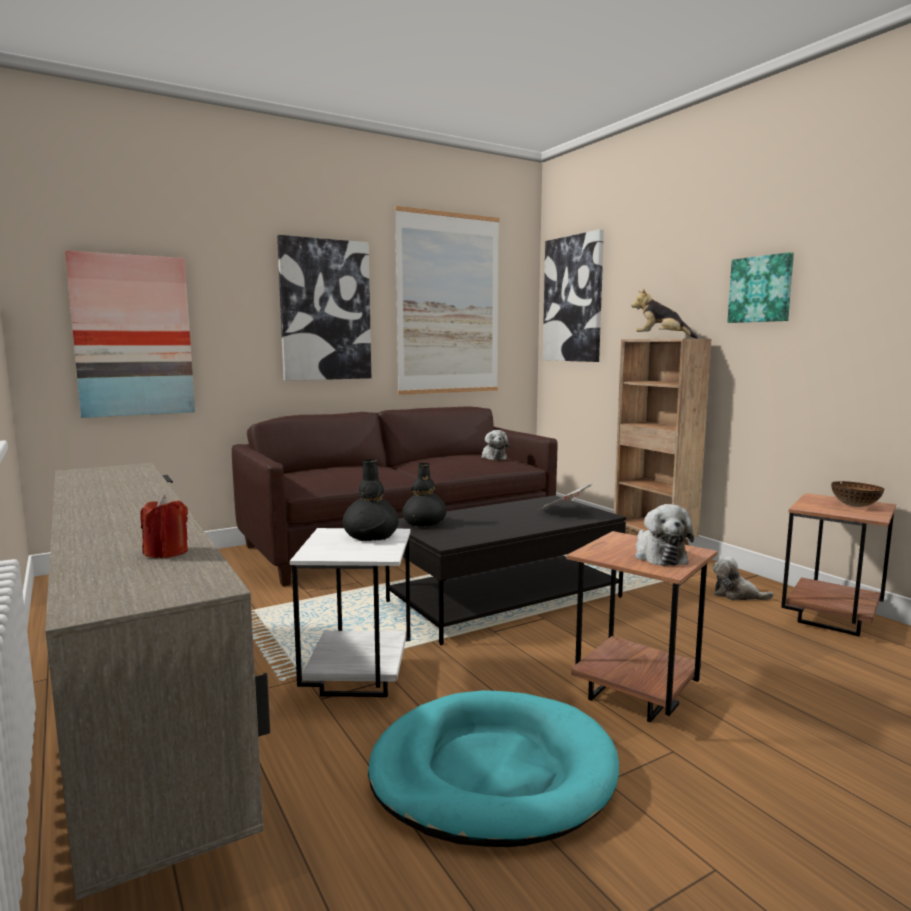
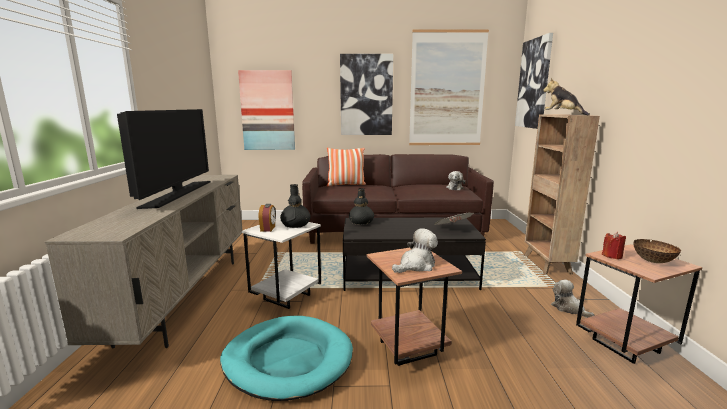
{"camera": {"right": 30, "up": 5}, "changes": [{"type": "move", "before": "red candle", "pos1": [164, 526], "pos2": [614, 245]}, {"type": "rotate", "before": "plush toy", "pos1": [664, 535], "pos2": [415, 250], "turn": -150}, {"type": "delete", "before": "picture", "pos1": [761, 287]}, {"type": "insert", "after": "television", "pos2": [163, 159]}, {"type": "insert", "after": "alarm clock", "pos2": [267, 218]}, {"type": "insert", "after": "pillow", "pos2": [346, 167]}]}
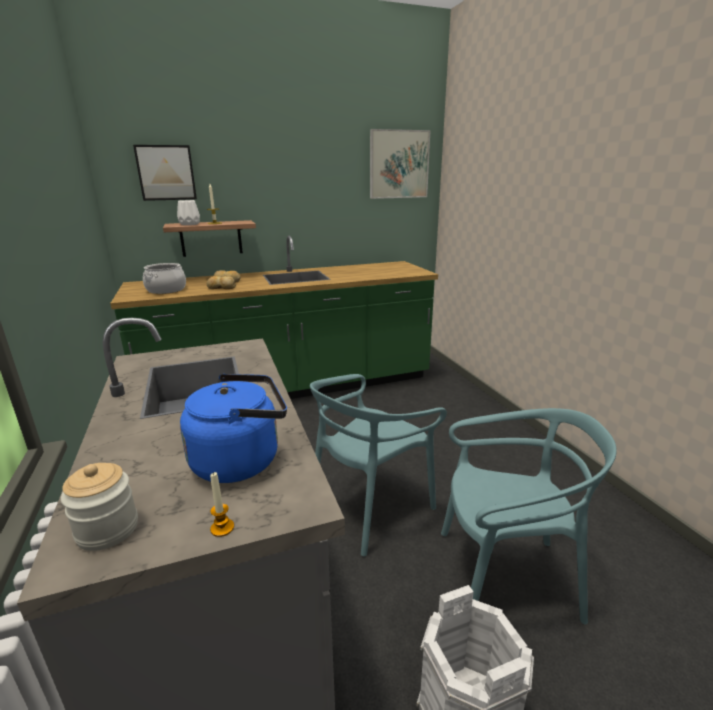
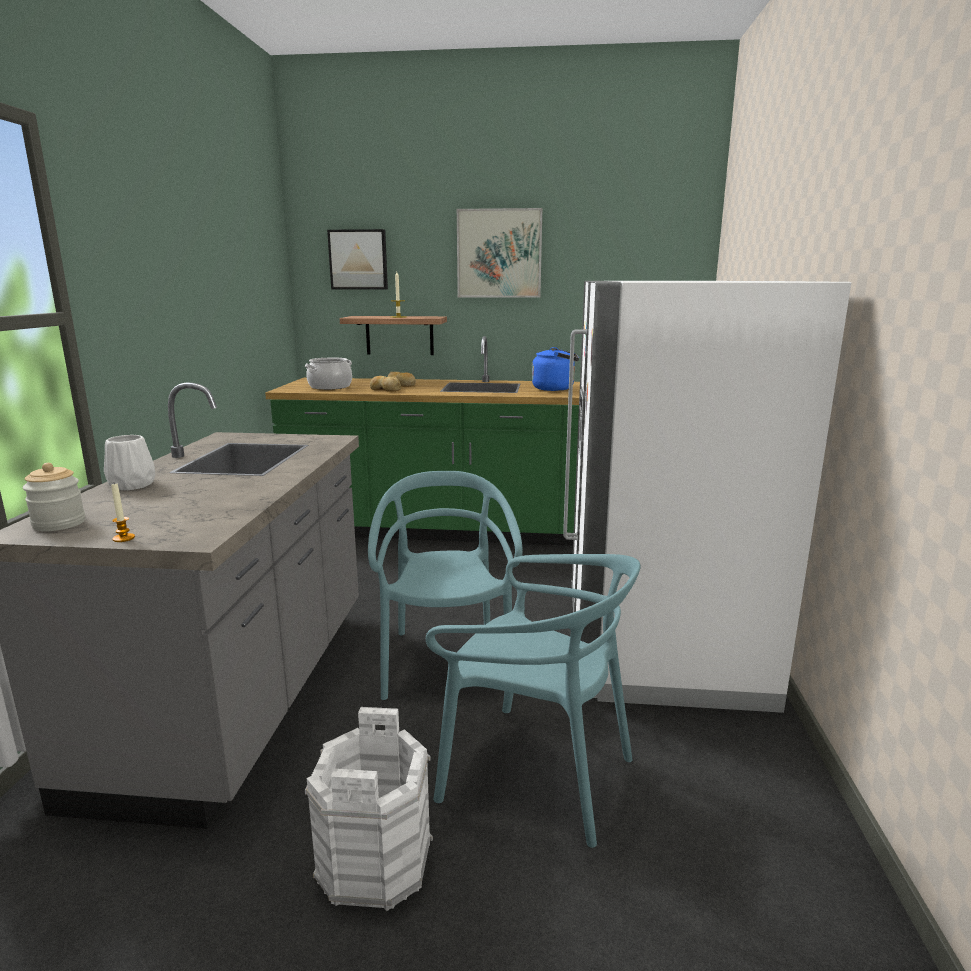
{"camera": {"right": 25, "up": -5}, "changes": [{"type": "move", "before": "white vase", "pos1": [188, 212], "pos2": [129, 462]}, {"type": "move", "before": "blue kettle", "pos1": [233, 428], "pos2": [555, 369]}, {"type": "rotate", "before": "turquoise chair", "pos1": [378, 465], "pos2": [445, 585], "turn": 105}, {"type": "move", "before": "picture", "pos1": [400, 164], "pos2": [500, 253]}, {"type": "insert", "after": "white fridge", "pos2": [707, 497]}]}
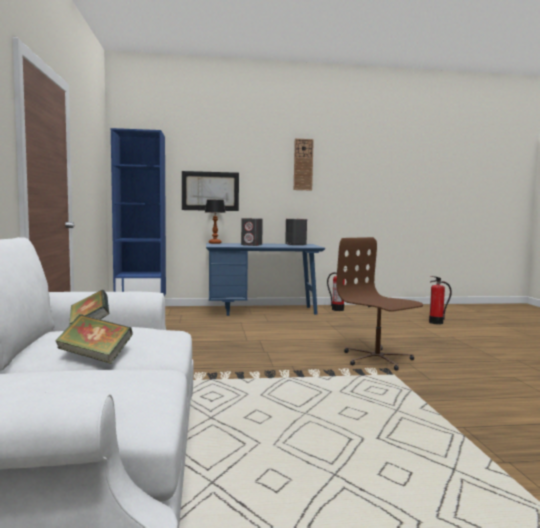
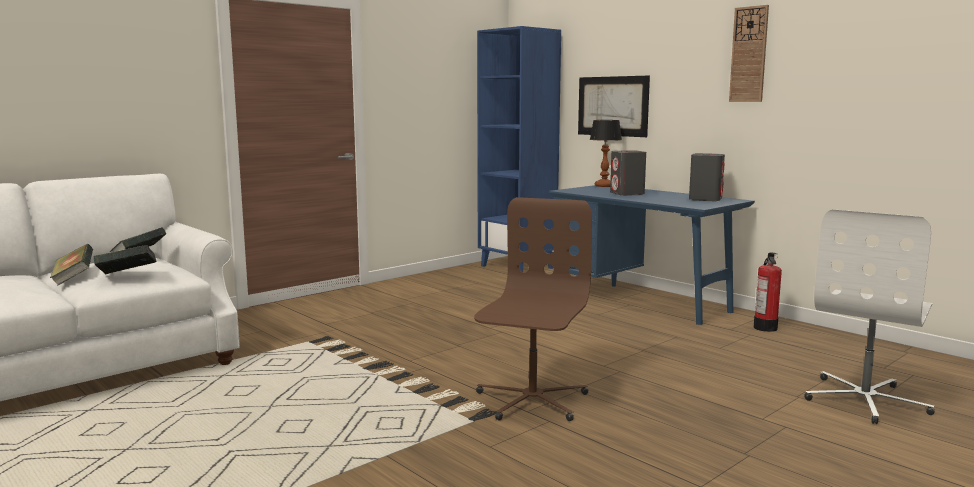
{"camera": {"right": 55, "up": 5}, "changes": [{"type": "replace", "before": "fire extinguisher", "after": "white office chair", "pos1": [440, 300], "pos2": [869, 316]}, {"type": "insert", "after": "book", "pos2": [124, 260]}]}
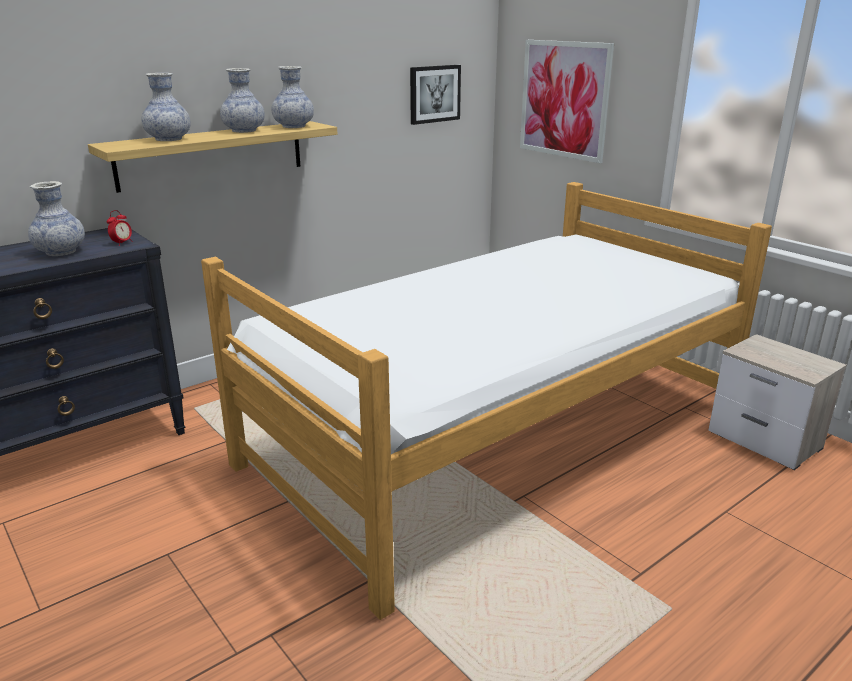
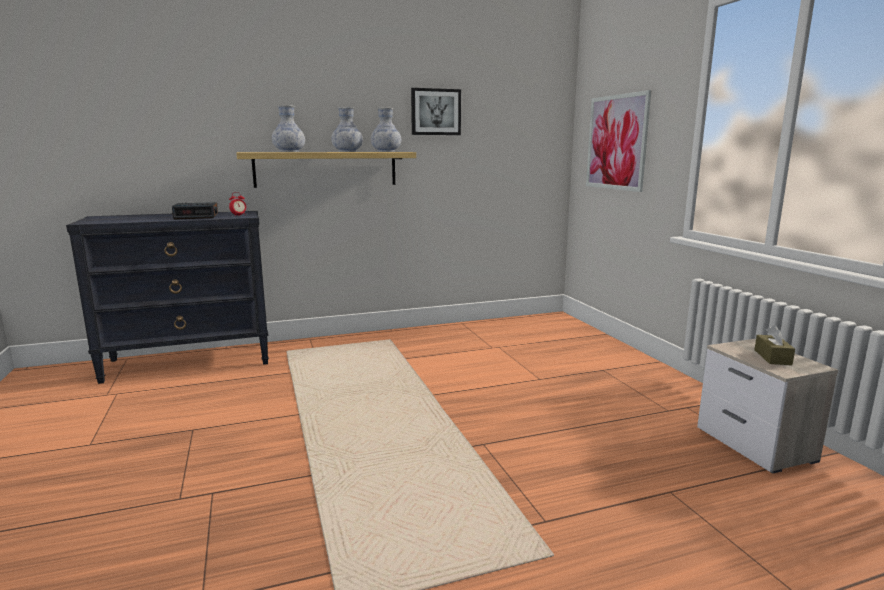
{"camera": {"right": 20, "up": -10}, "changes": [{"type": "replace", "before": "vase", "after": "alarm clock", "pos1": [56, 218], "pos2": [195, 210]}, {"type": "delete", "before": "bed", "pos1": [486, 401]}, {"type": "move", "before": "picture", "pos1": [435, 95], "pos2": [436, 111]}, {"type": "insert", "after": "brown tissue box", "pos2": [774, 345]}]}
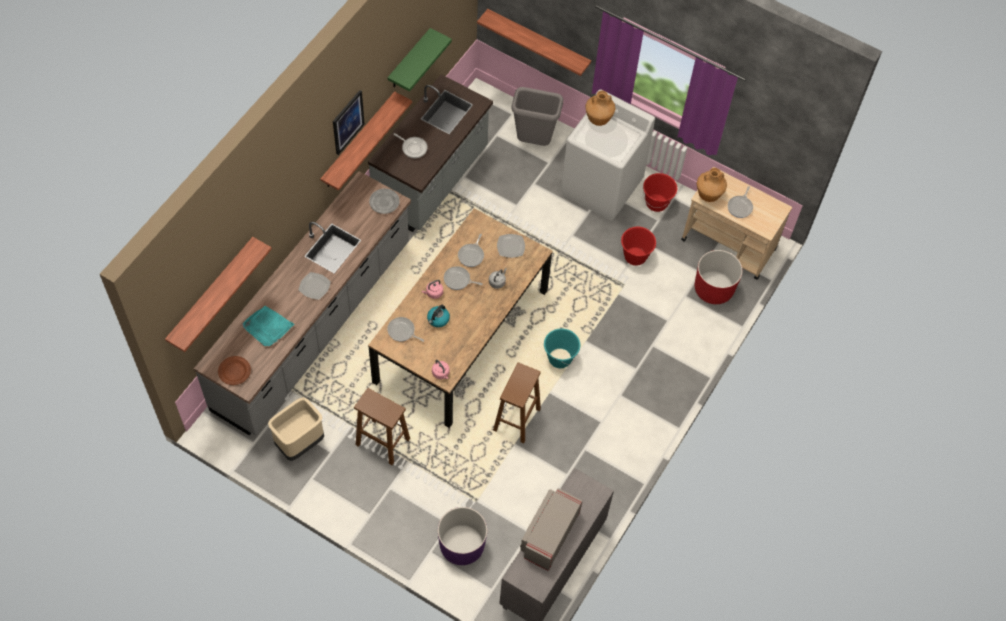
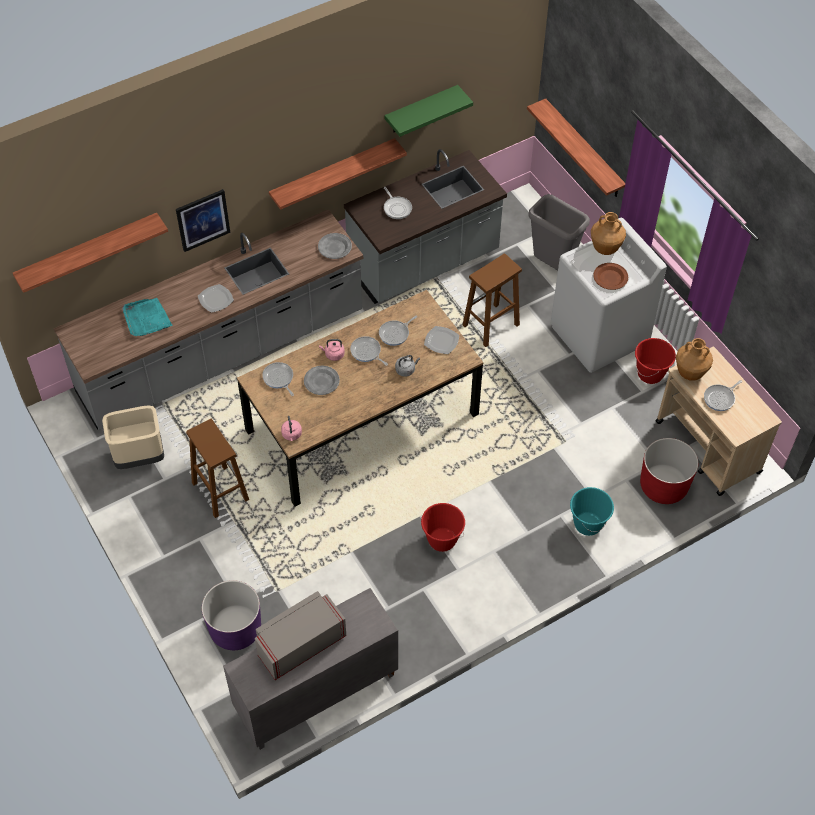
{"camera": {"right": 30, "up": -5}, "changes": [{"type": "move", "before": "brown plate", "pos1": [234, 370], "pos2": [610, 276]}, {"type": "move", "before": "picture", "pos1": [349, 122], "pos2": [203, 220]}, {"type": "replace", "before": "kettle", "after": "grey plate", "pos1": [438, 316], "pos2": [322, 380]}, {"type": "move", "before": "brown stool", "pos1": [517, 402], "pos2": [492, 300]}, {"type": "move", "before": "turquoise bucket", "pos1": [562, 348], "pos2": [592, 511]}, {"type": "move", "before": "red bucket", "pos1": [638, 246], "pos2": [443, 527]}]}
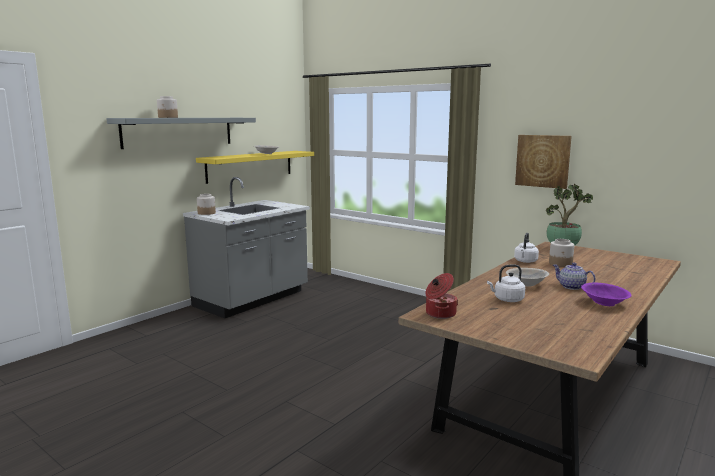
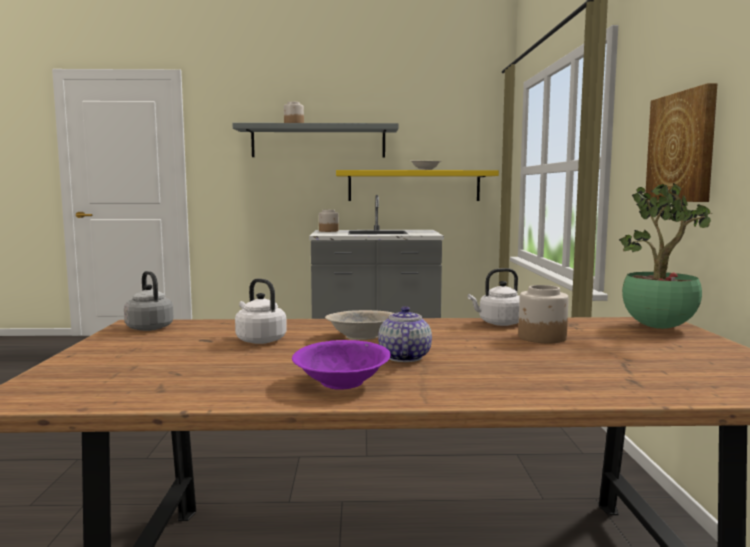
{"camera": {"right": 50, "up": -5}, "changes": [{"type": "replace", "before": "cooking pot", "after": "grey kettle", "pos1": [441, 296], "pos2": [149, 301]}]}
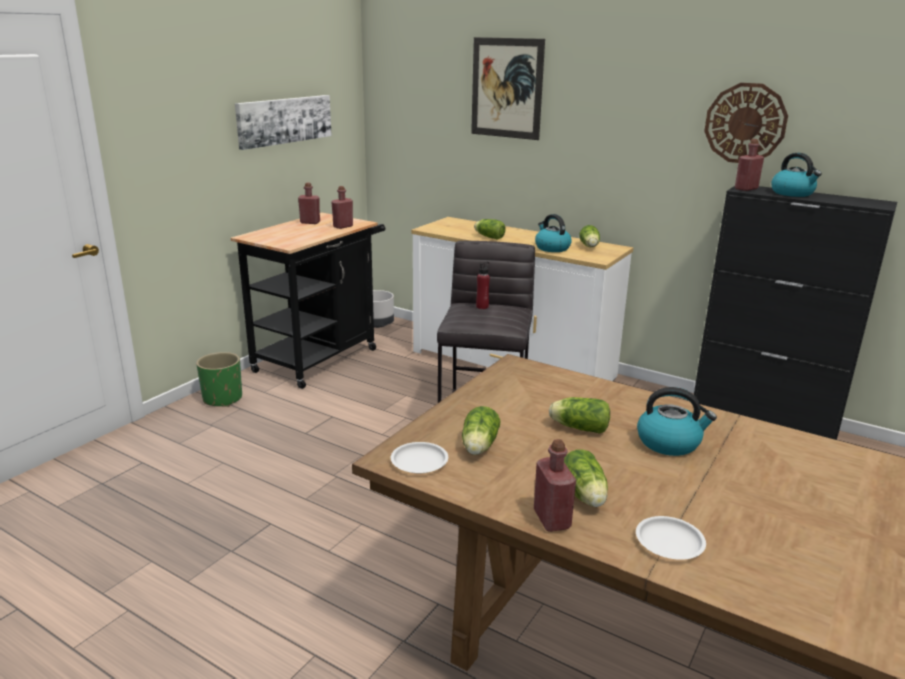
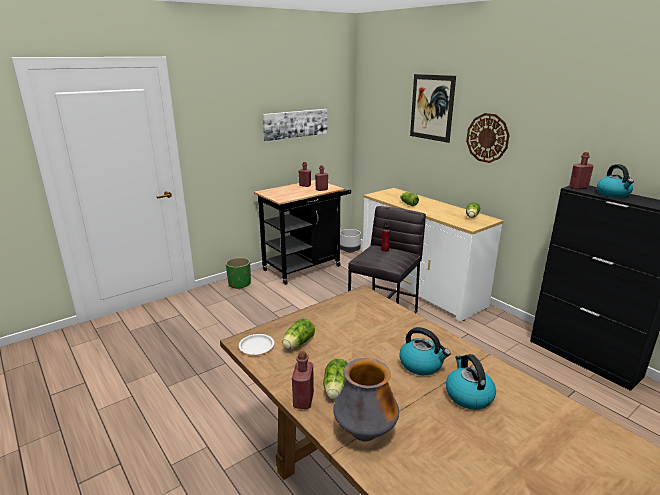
{"camera": {"right": 20, "up": 0}, "changes": [{"type": "move", "before": "kettle", "pos1": [553, 233], "pos2": [471, 382]}, {"type": "delete", "before": "lettuce", "pos1": [579, 415]}, {"type": "replace", "before": "white plate", "after": "vase", "pos1": [671, 538], "pos2": [366, 400]}, {"type": "move", "before": "wall clock", "pos1": [746, 123], "pos2": [487, 138]}]}
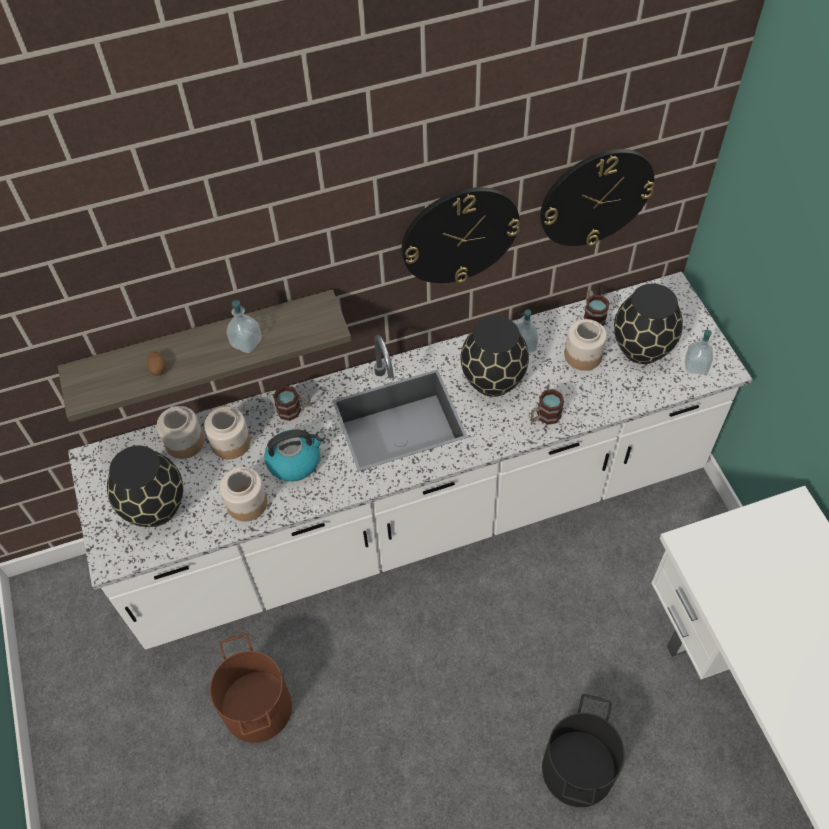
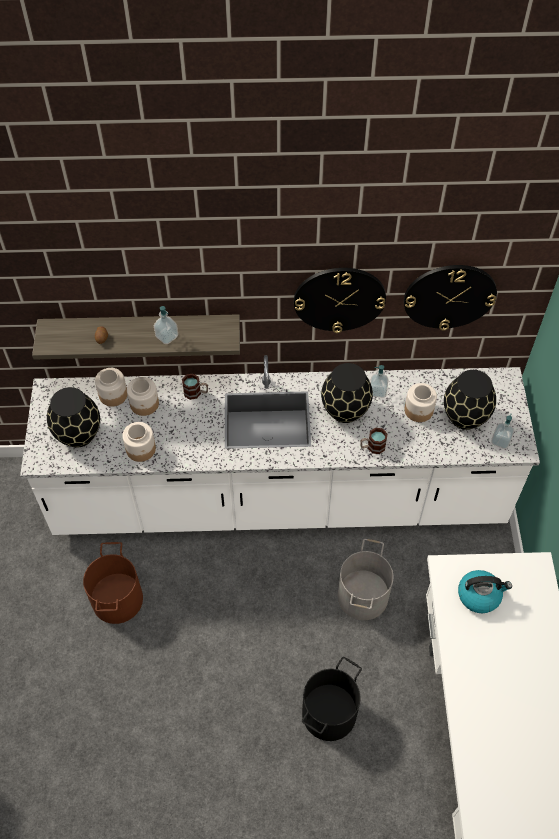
{"camera": {"right": 15, "up": 0}, "changes": [{"type": "move", "before": "kettle", "pos1": [294, 455], "pos2": [485, 591]}, {"type": "delete", "before": "mug", "pos1": [596, 308]}, {"type": "insert", "after": "grey bucket", "pos2": [365, 579]}]}
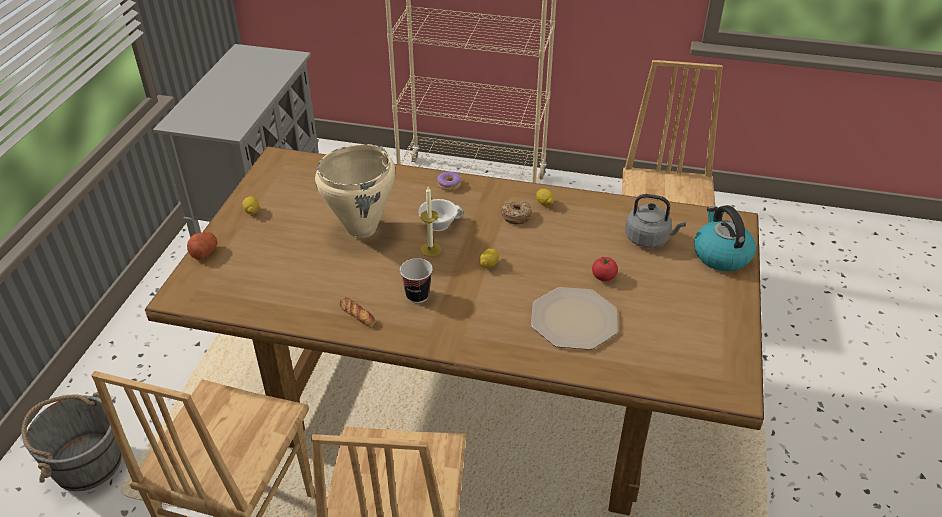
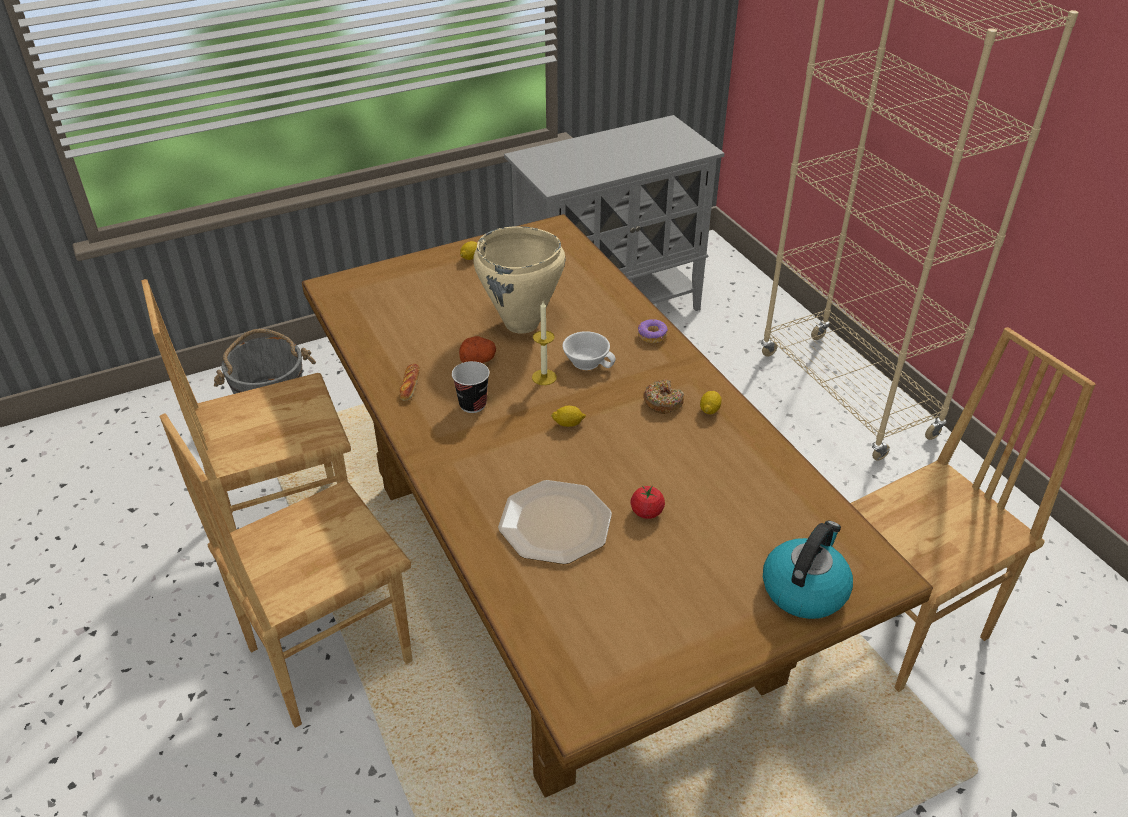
{"camera": {"right": 50, "up": 0}, "changes": [{"type": "move", "before": "potato", "pos1": [202, 246], "pos2": [477, 349]}, {"type": "delete", "before": "grey kettle", "pos1": [655, 221]}]}
